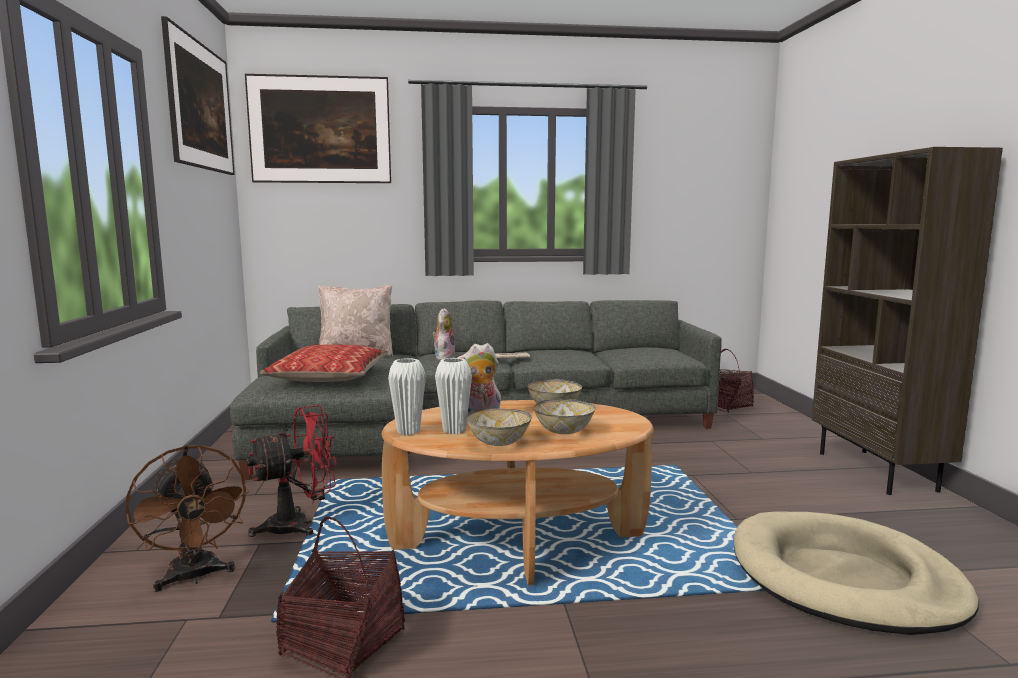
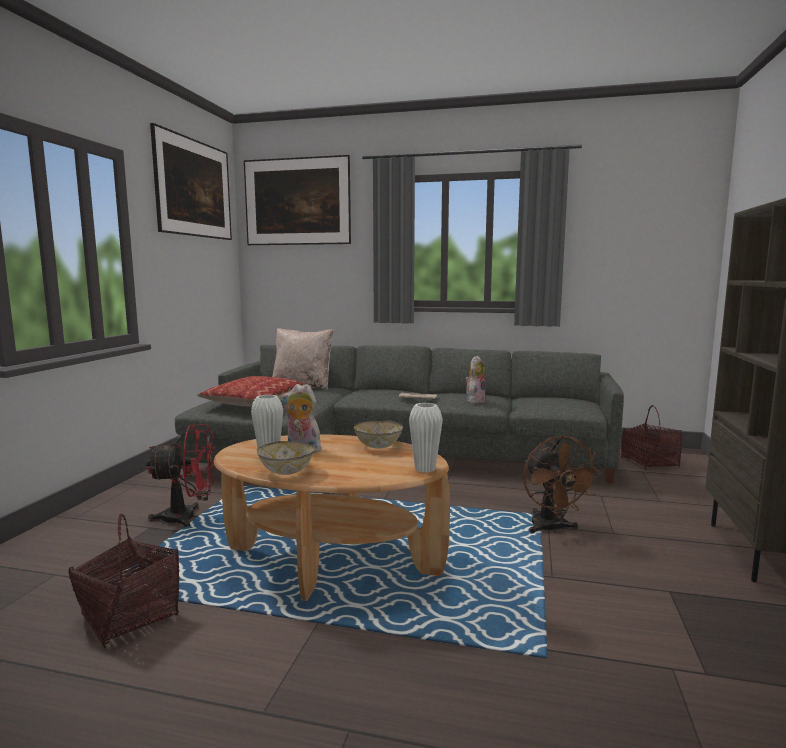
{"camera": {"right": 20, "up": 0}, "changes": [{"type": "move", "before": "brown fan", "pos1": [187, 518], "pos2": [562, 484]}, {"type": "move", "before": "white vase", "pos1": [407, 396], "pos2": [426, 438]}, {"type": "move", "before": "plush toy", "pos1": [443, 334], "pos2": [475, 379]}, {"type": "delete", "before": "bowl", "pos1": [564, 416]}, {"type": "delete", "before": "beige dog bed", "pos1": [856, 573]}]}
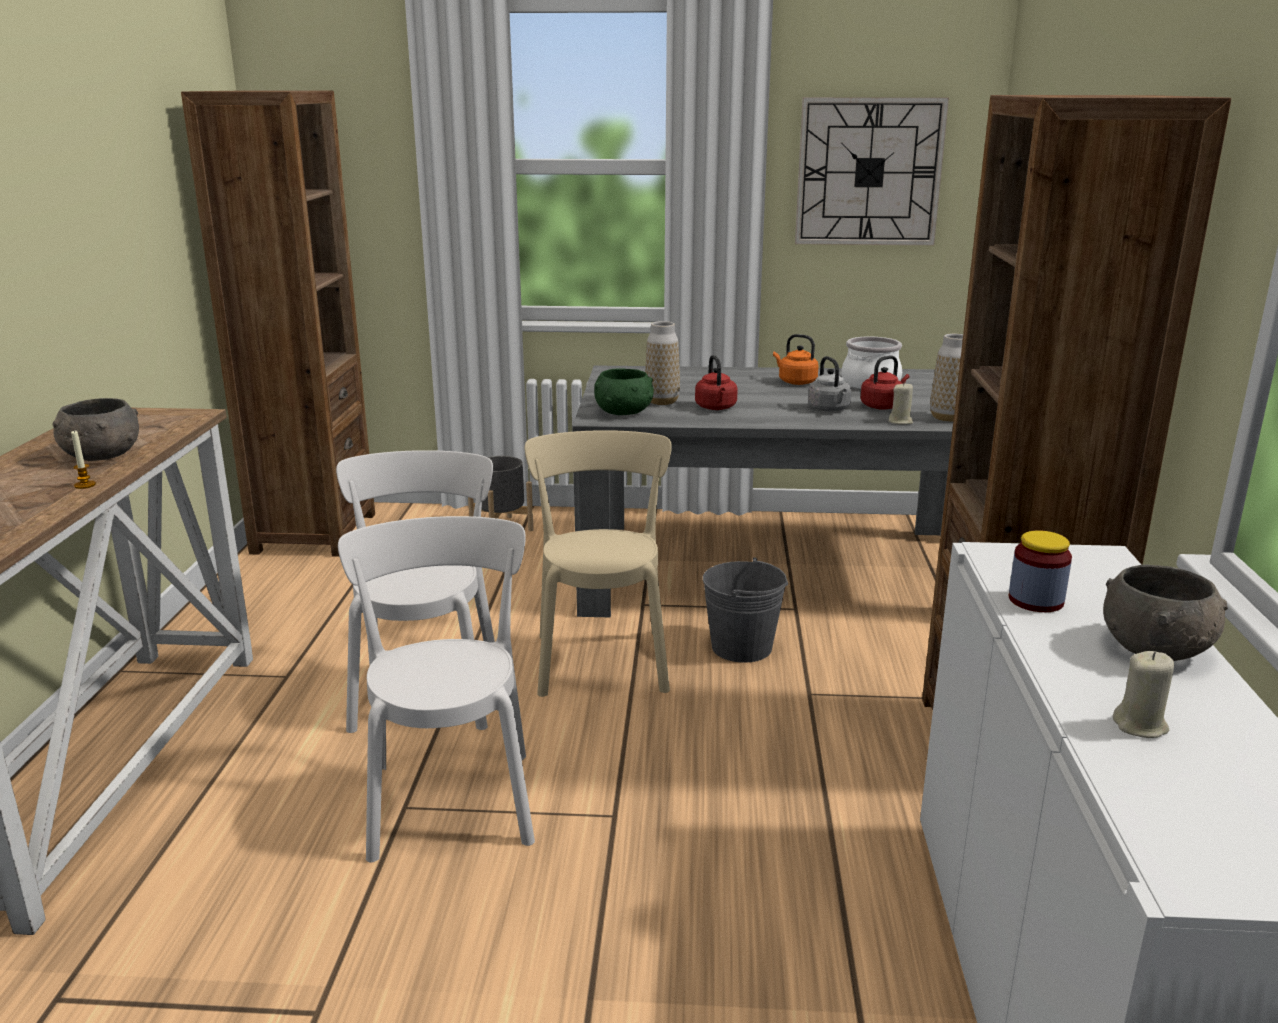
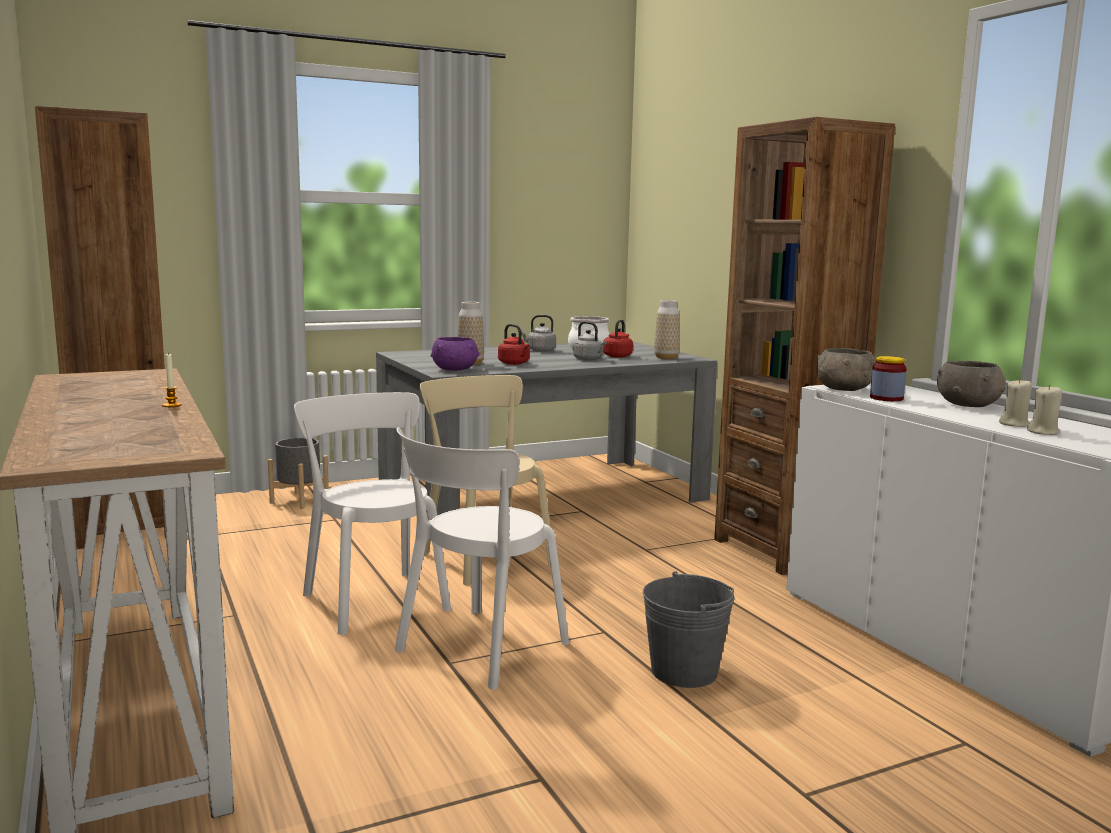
{"camera": {"right": -30, "up": -10}, "changes": [{"type": "move", "before": "grey bowl", "pos1": [96, 429], "pos2": [846, 369]}, {"type": "rotate", "before": "white chair", "pos1": [436, 689], "pos2": [482, 558], "turn": -105}, {"type": "recolor", "before": "green bowl", "after": "purple bowl", "pos1": [624, 392], "pos2": [455, 354]}, {"type": "move", "before": "grey bucket", "pos1": [745, 610], "pos2": [689, 630]}, {"type": "recolor", "before": "orange kettle", "after": "grey kettle", "pos1": [796, 359], "pos2": [538, 333]}, {"type": "delete", "before": "wall clock", "pos1": [872, 171]}, {"type": "move", "before": "beige candle", "pos1": [901, 403], "pos2": [1044, 410]}]}
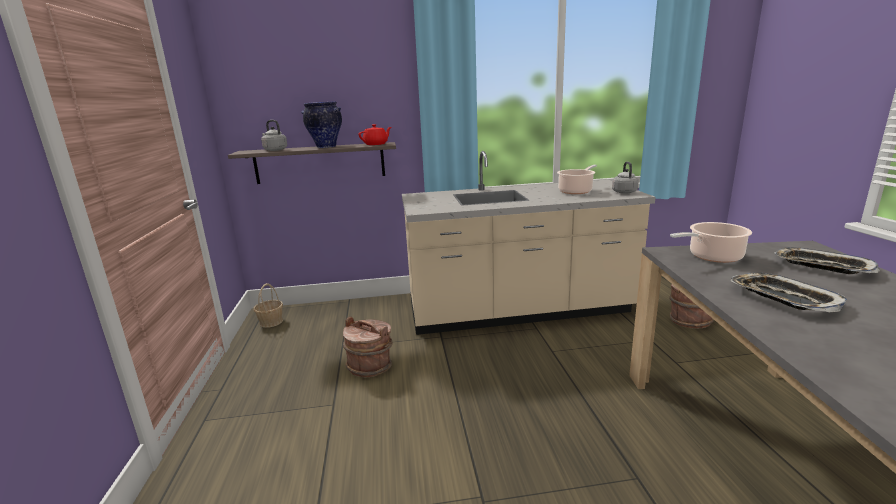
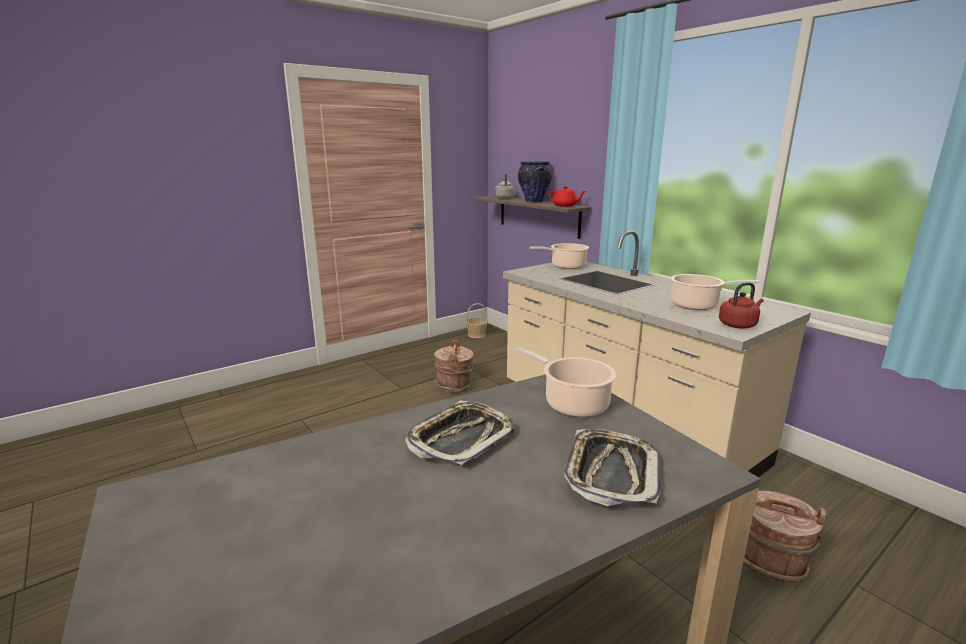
{"camera": {"right": 60, "up": 0}, "changes": [{"type": "recolor", "before": "grey kettle", "after": "red kettle", "pos1": [625, 178], "pos2": [741, 305]}, {"type": "insert", "after": "cooking pot", "pos2": [559, 256]}]}
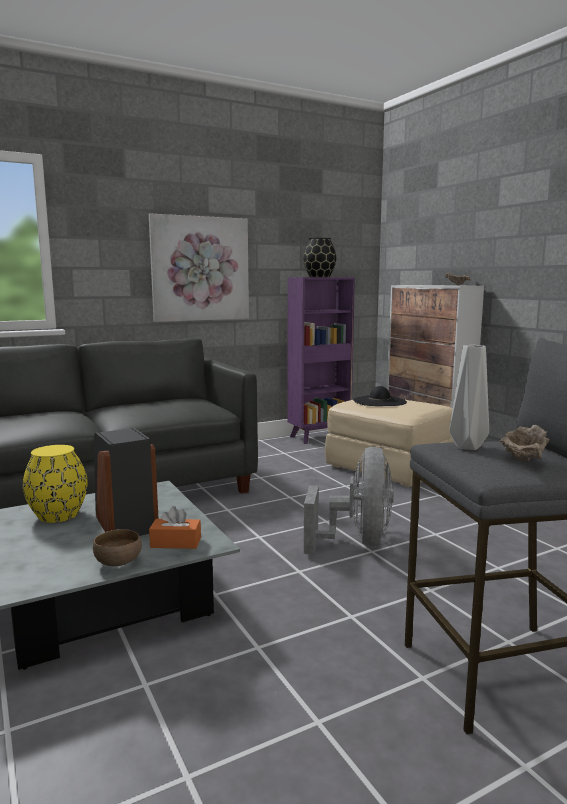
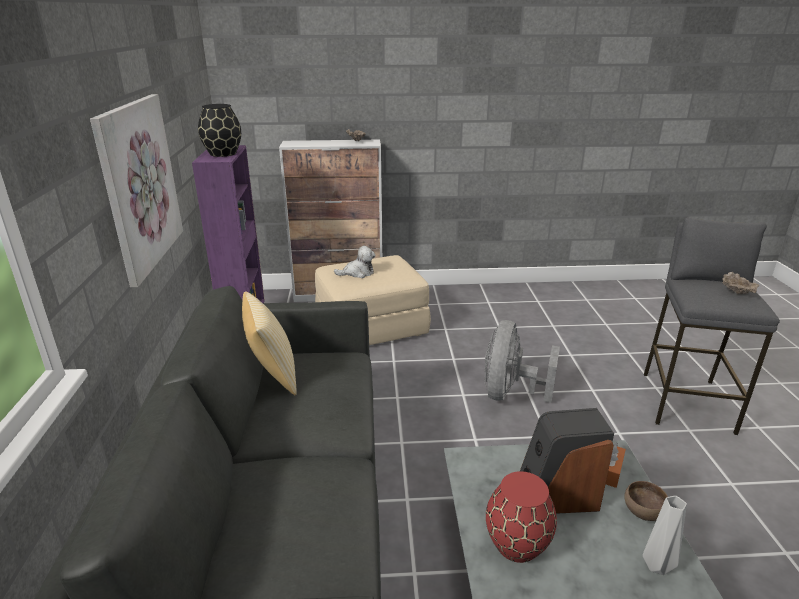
{"camera": {"right": -65, "up": 15}, "changes": [{"type": "recolor", "before": "yellow vase", "after": "red vase", "pos1": [55, 484], "pos2": [521, 517]}, {"type": "rotate", "before": "grey fan", "pos1": [349, 500], "pos2": [522, 361], "turn": -105}, {"type": "replace", "before": "black hat", "after": "plush toy", "pos1": [380, 396], "pos2": [355, 262]}, {"type": "move", "before": "grey vase", "pos1": [469, 397], "pos2": [664, 535]}, {"type": "insert", "after": "pillow", "pos2": [269, 343]}]}
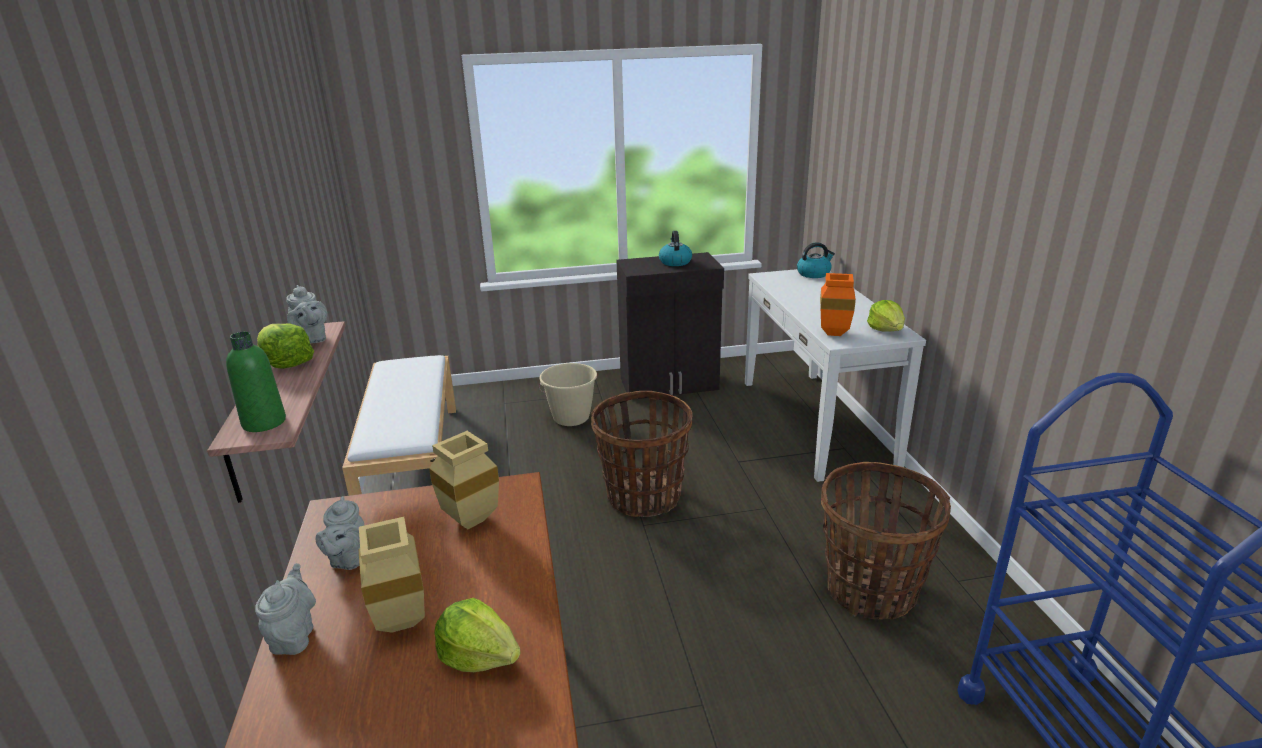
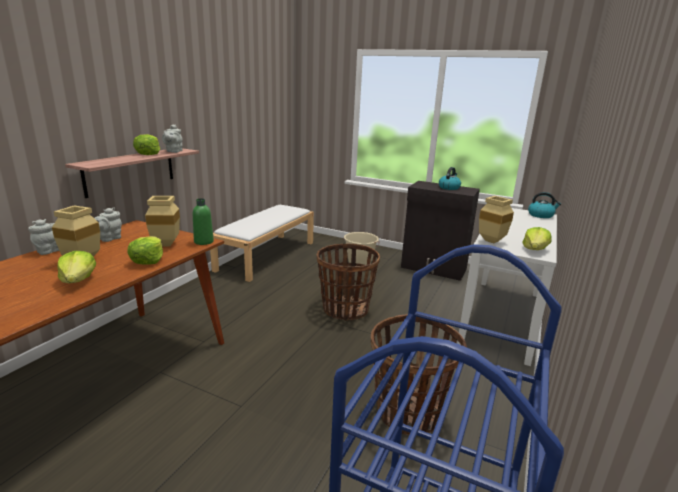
{"camera": {"right": 35, "up": -5}, "changes": [{"type": "move", "before": "green bottle", "pos1": [256, 382], "pos2": [203, 221]}, {"type": "recolor", "before": "orange vase", "after": "beige vase", "pos1": [838, 304], "pos2": [496, 219]}, {"type": "insert", "after": "lettuce", "pos2": [145, 250]}]}
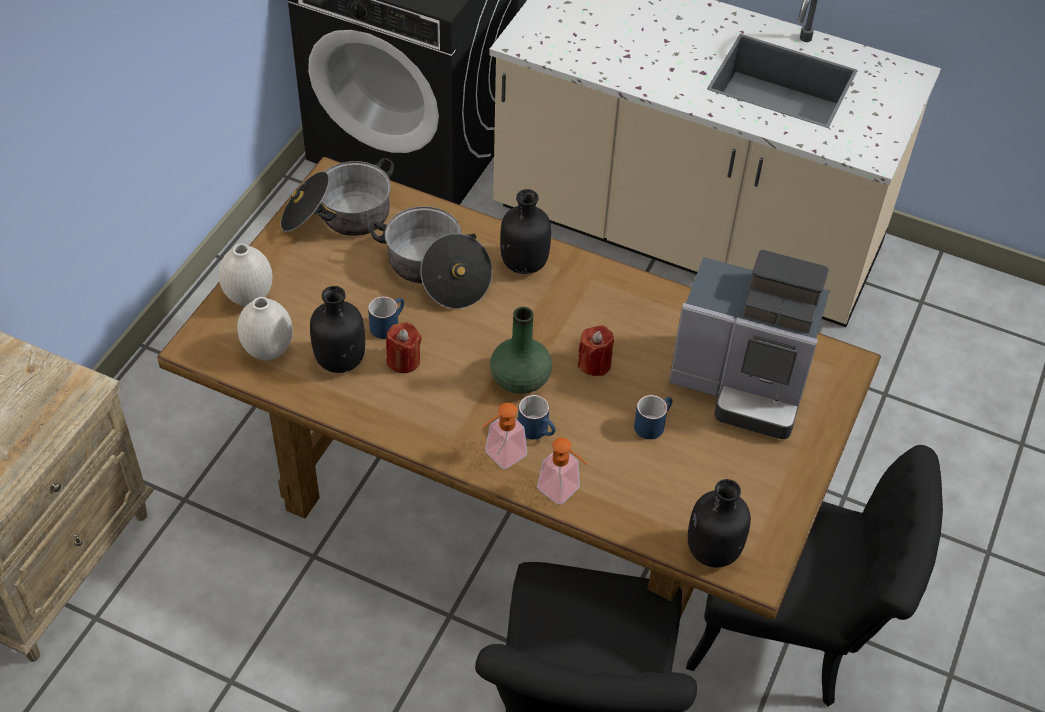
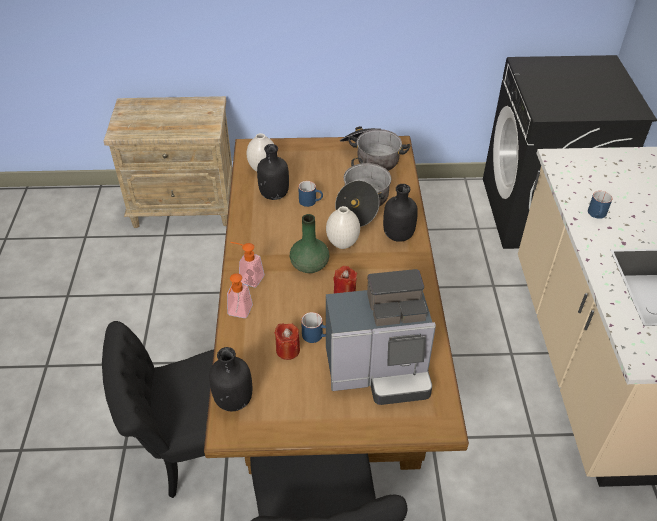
{"camera": {"right": 65, "up": -5}, "changes": [{"type": "move", "before": "white vase", "pos1": [246, 274], "pos2": [343, 227]}, {"type": "move", "before": "red candle", "pos1": [404, 347], "pos2": [287, 341]}, {"type": "move", "before": "blue mug", "pos1": [537, 417], "pos2": [600, 205]}, {"type": "rotate", "before": "coffee machine", "pos1": [749, 344], "pos2": [381, 337], "turn": -90}]}
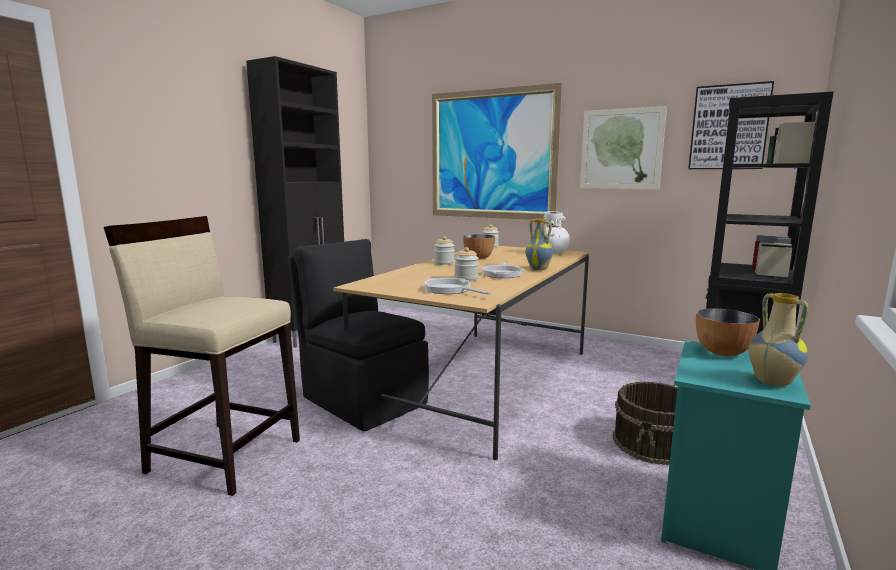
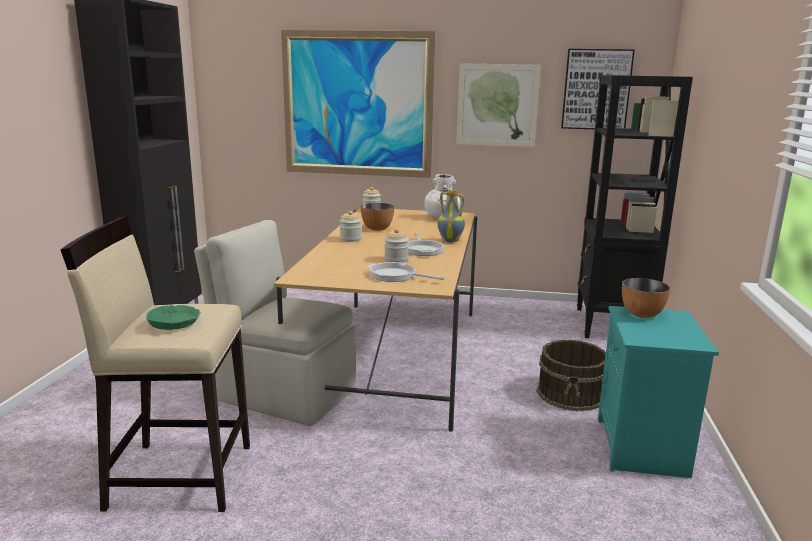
{"camera": {"right": -20, "up": 5}, "changes": [{"type": "recolor", "before": "black chair", "after": "beige chair", "pos1": [358, 335], "pos2": [275, 323]}, {"type": "delete", "before": "vase", "pos1": [778, 339]}, {"type": "insert", "after": "green bowl", "pos2": [173, 317]}]}
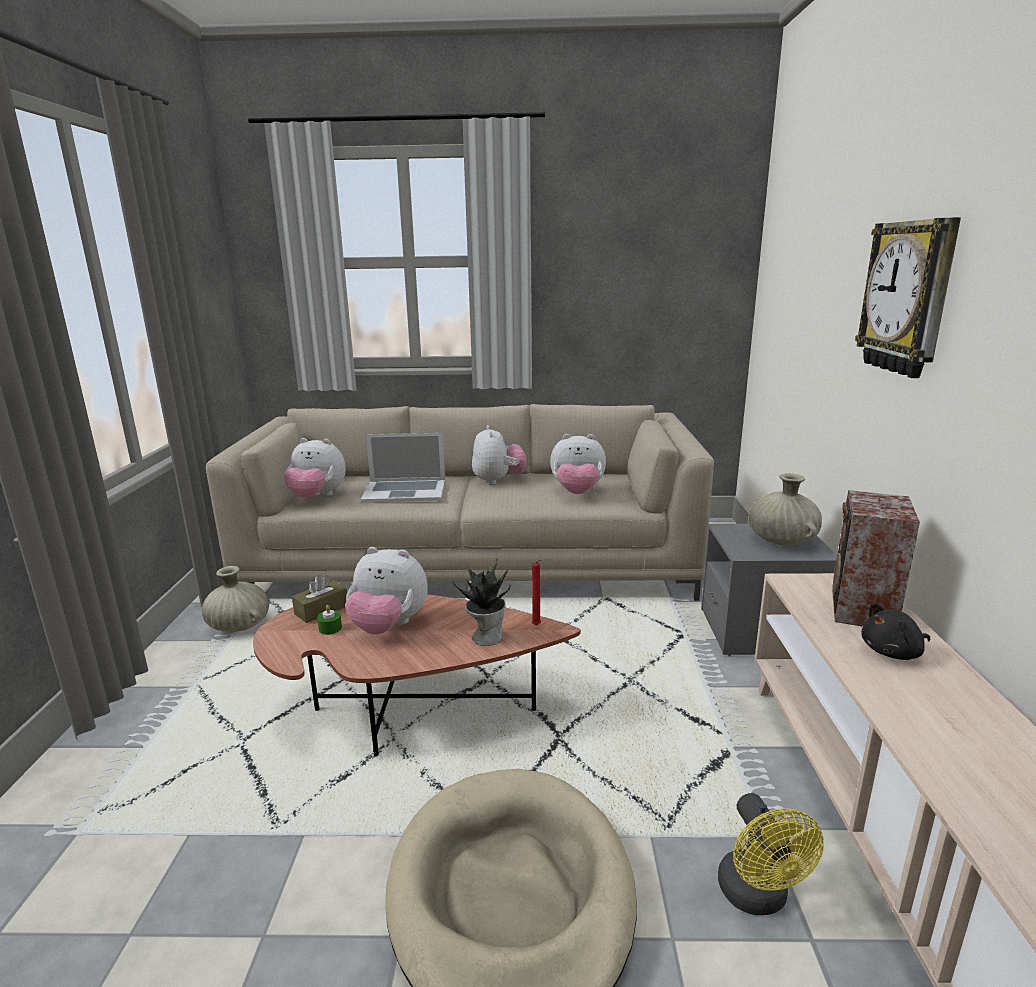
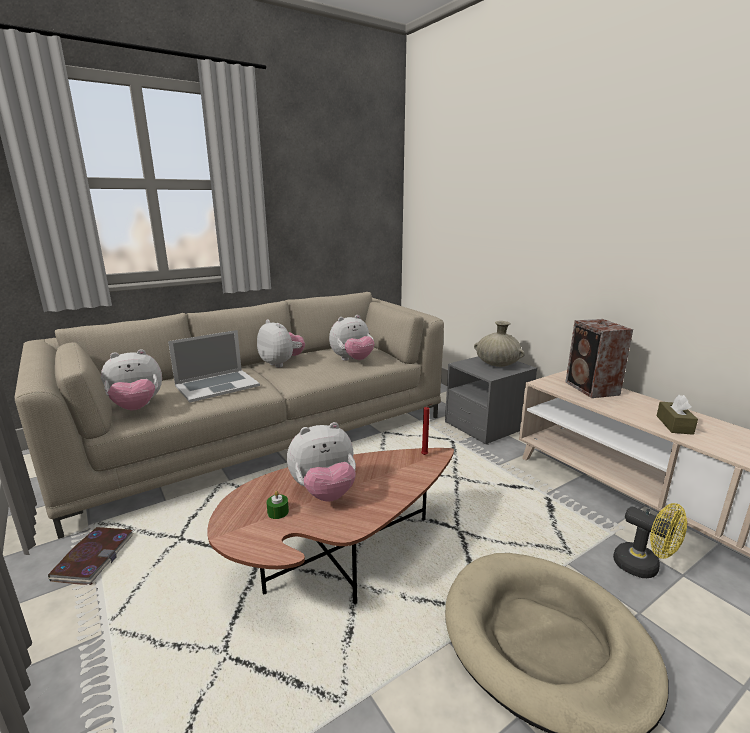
{"camera": {"right": -35, "up": 0}, "changes": [{"type": "replace", "before": "beige vase", "after": "book", "pos1": [235, 599], "pos2": [91, 556]}, {"type": "move", "before": "brown tissue box", "pos1": [319, 598], "pos2": [677, 415]}, {"type": "delete", "before": "potted plant", "pos1": [482, 602]}, {"type": "delete", "before": "wall clock", "pos1": [908, 297]}, {"type": "delete", "before": "black plush toy", "pos1": [896, 631]}]}
